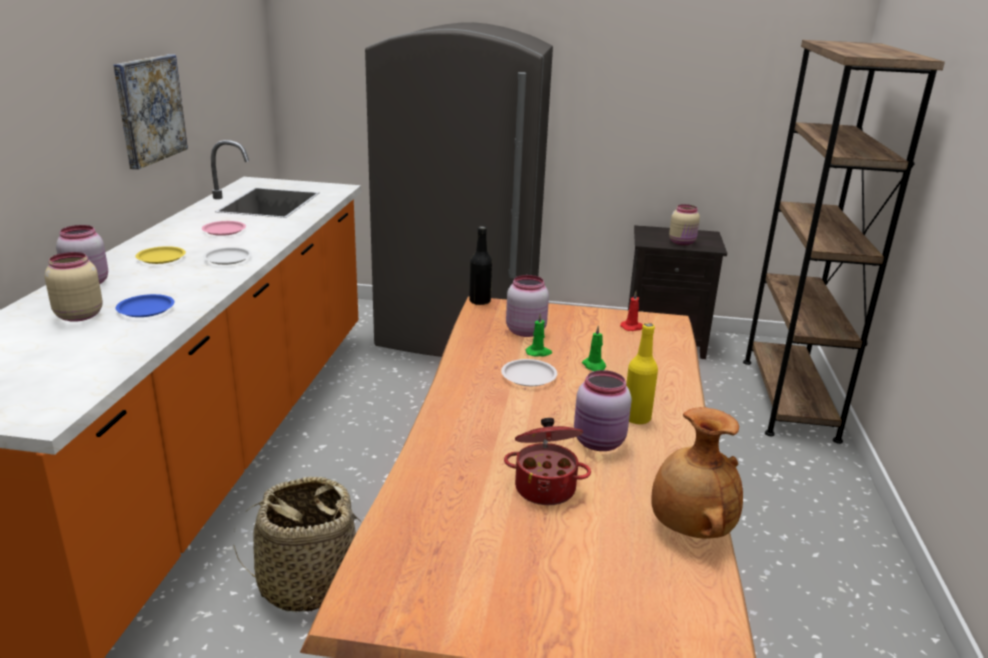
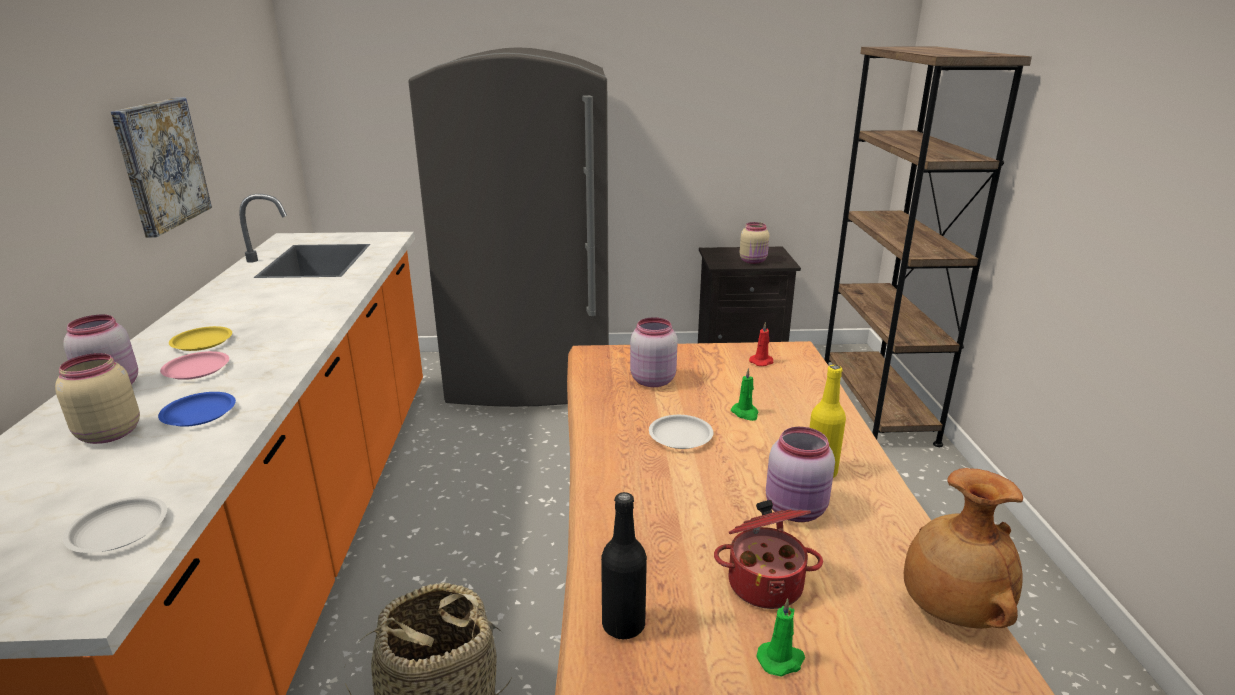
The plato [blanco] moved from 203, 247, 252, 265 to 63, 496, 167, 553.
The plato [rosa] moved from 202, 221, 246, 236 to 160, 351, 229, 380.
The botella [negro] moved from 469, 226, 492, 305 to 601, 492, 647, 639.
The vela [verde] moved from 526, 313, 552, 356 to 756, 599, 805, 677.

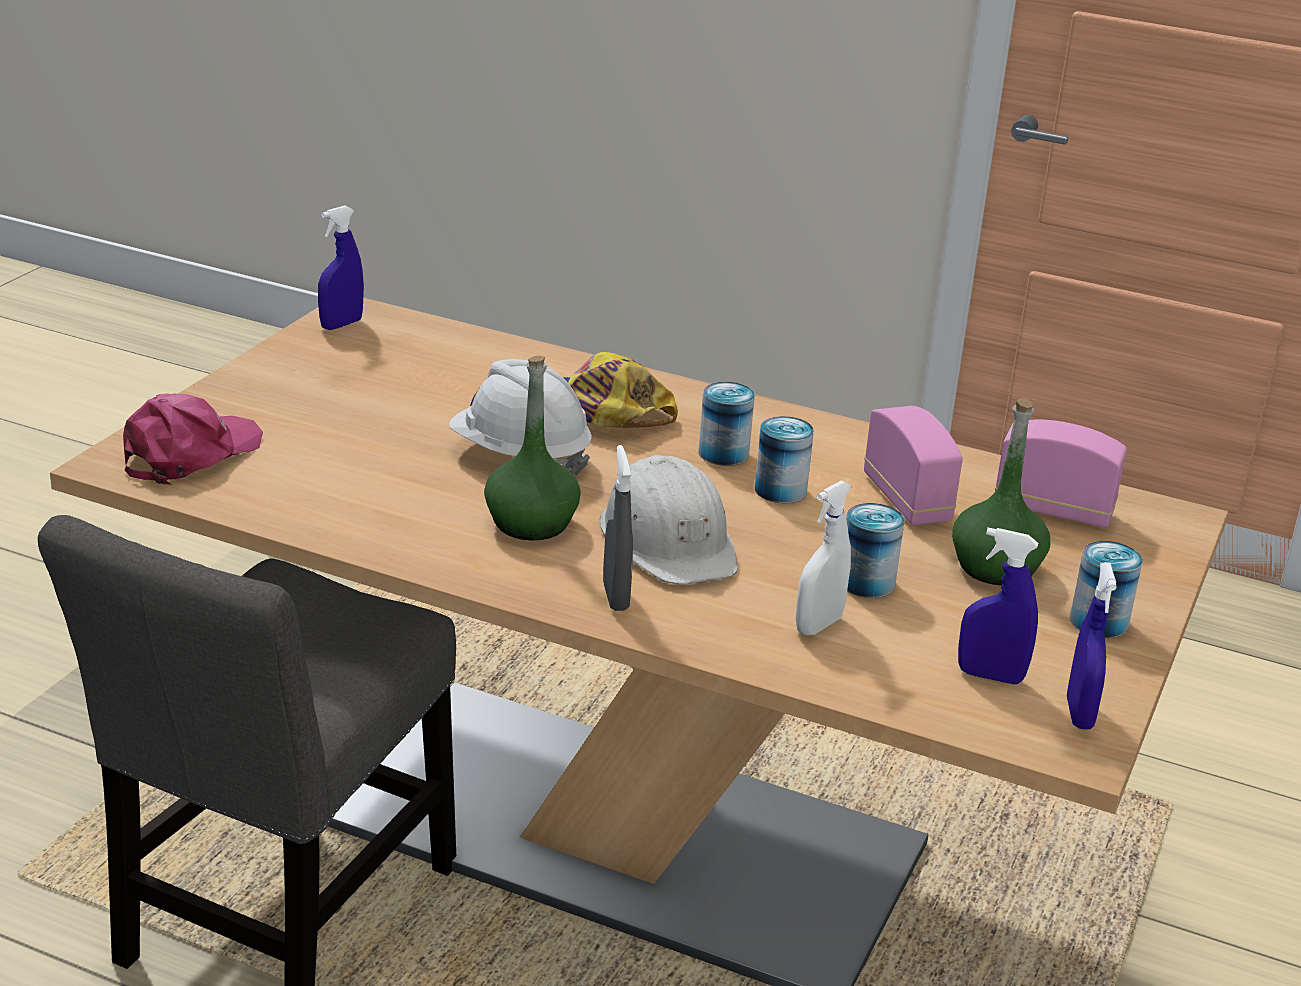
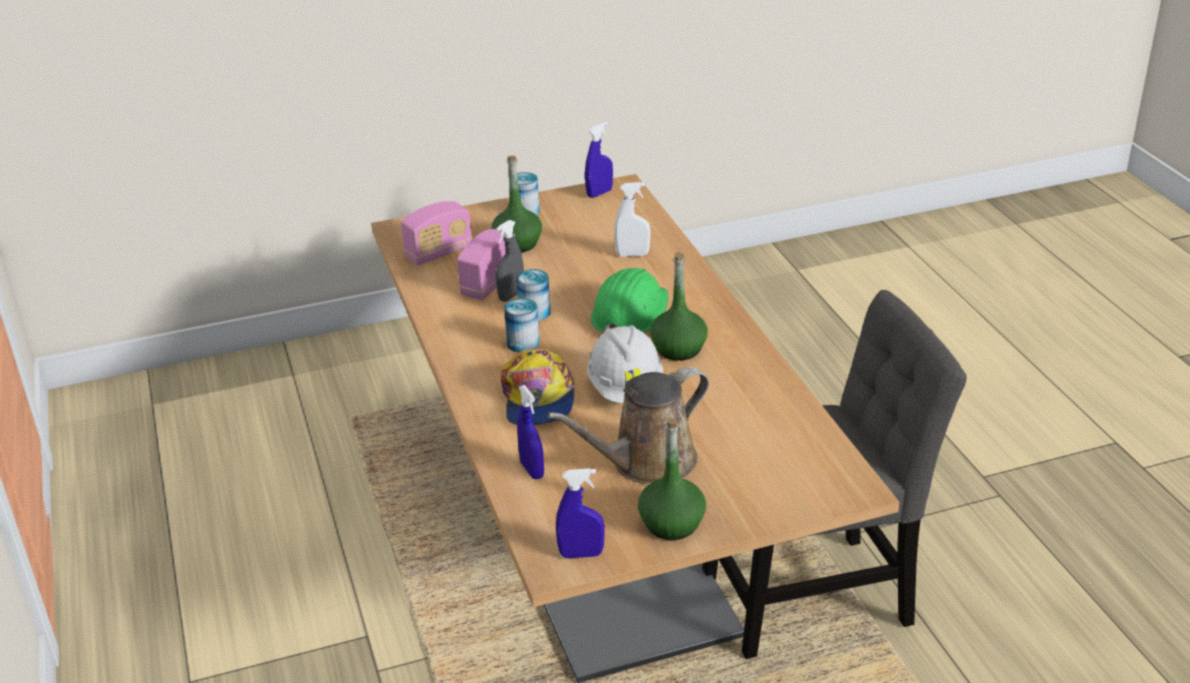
The radio at 995, 420, 1127, 528 turned 105 degrees counterclockwise.
The pulverizador [gris] moved from 603, 445, 633, 611 to 495, 220, 524, 302.
The pulverizador [azul] moved from 958, 527, 1038, 684 to 517, 385, 544, 479.
The regadera [marrón] at 547, 367, 709, 483 appeared.
The casco [blanco] at 600, 455, 738, 585 became the casco [verde] at 591, 268, 669, 333.
The botella [verde] at 638, 418, 706, 540 appeared.
The gorra [rosa] at 123, 394, 263, 485 disappeared.
The lata at 846, 503, 905, 598 disappeared.

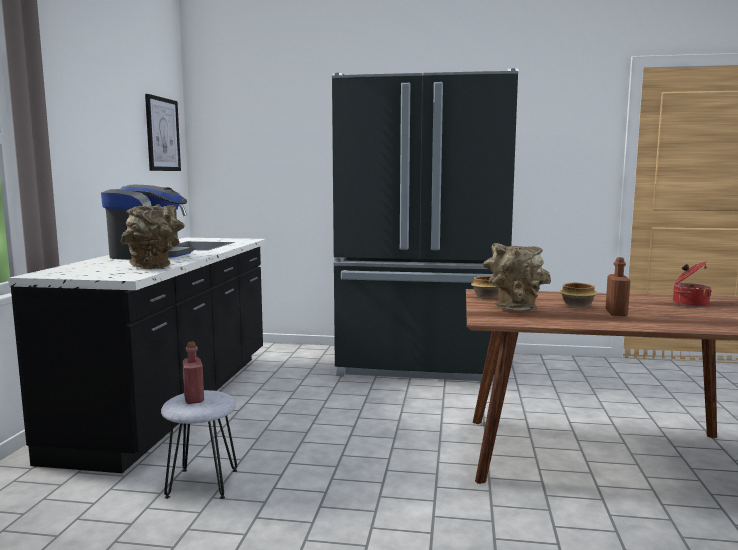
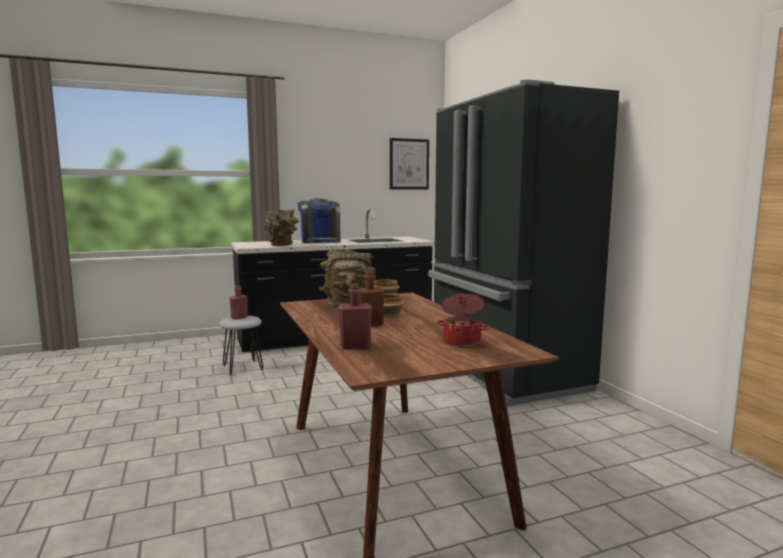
The botella [rojo] at 338, 283, 372, 349 appeared.

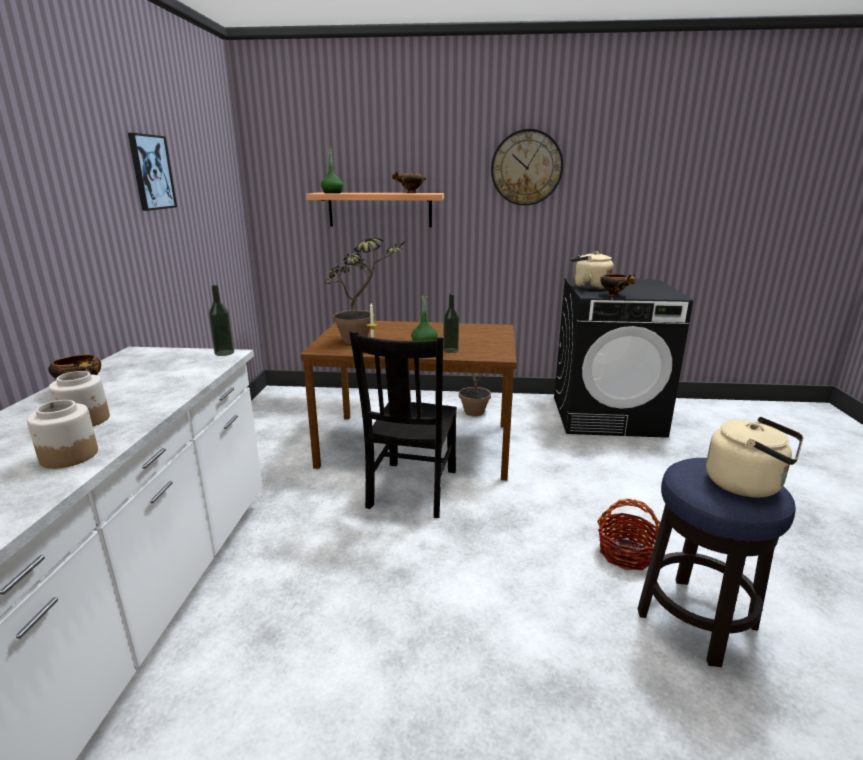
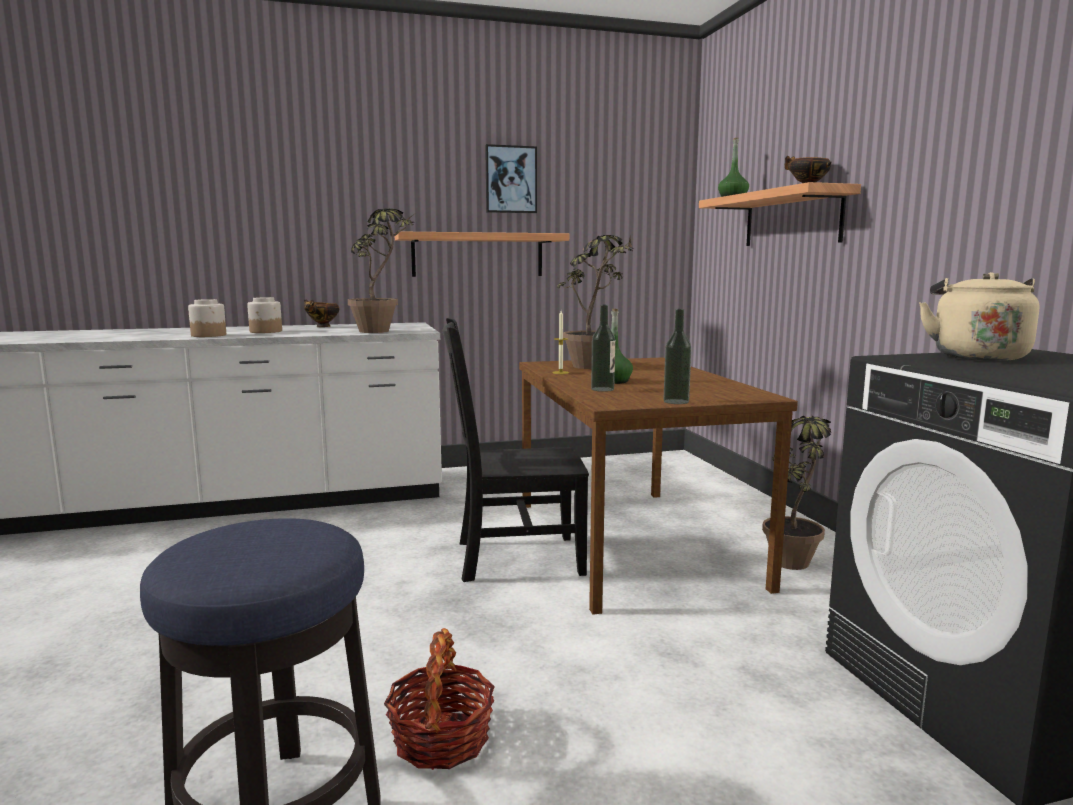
The planta en maceta at 348, 208, 415, 333 appeared.
The estante at 395, 231, 569, 277 appeared.
The botella moved from 209, 285, 234, 356 to 663, 309, 691, 404.
The reloj de pared at 491, 129, 563, 206 disappeared.
The cuenco at 601, 274, 635, 297 disappeared.
The hervidor [beis] at 706, 417, 803, 498 disappeared.

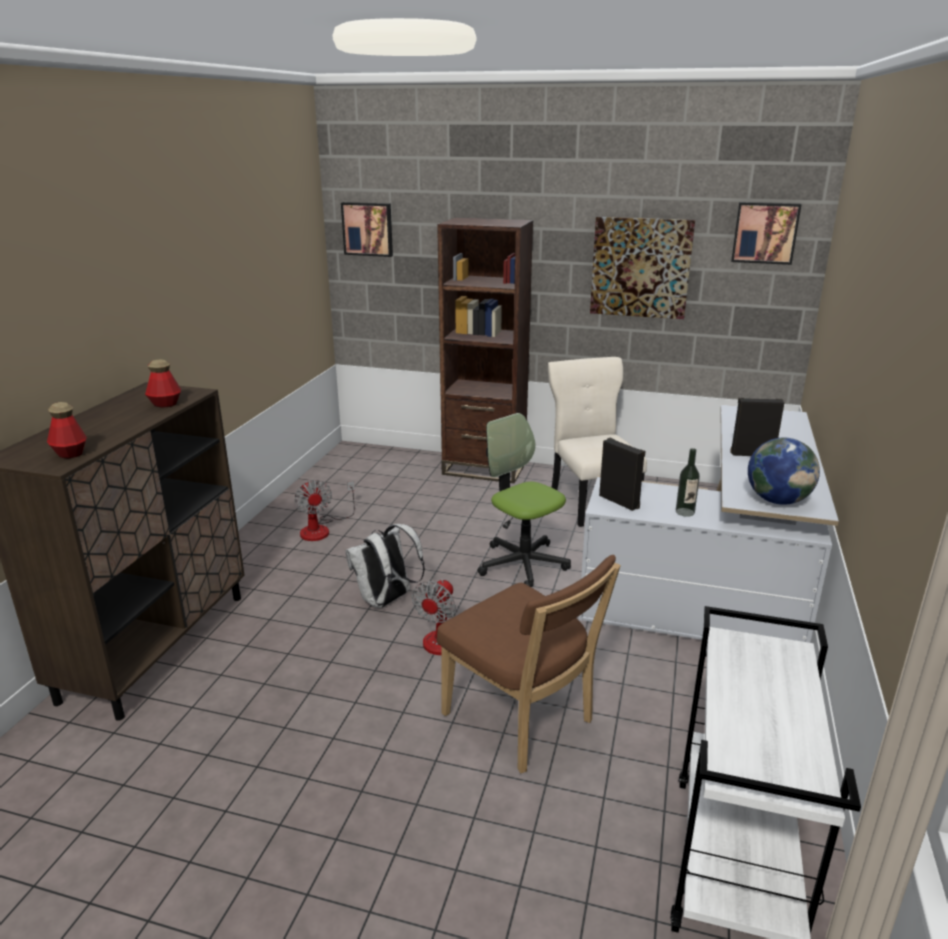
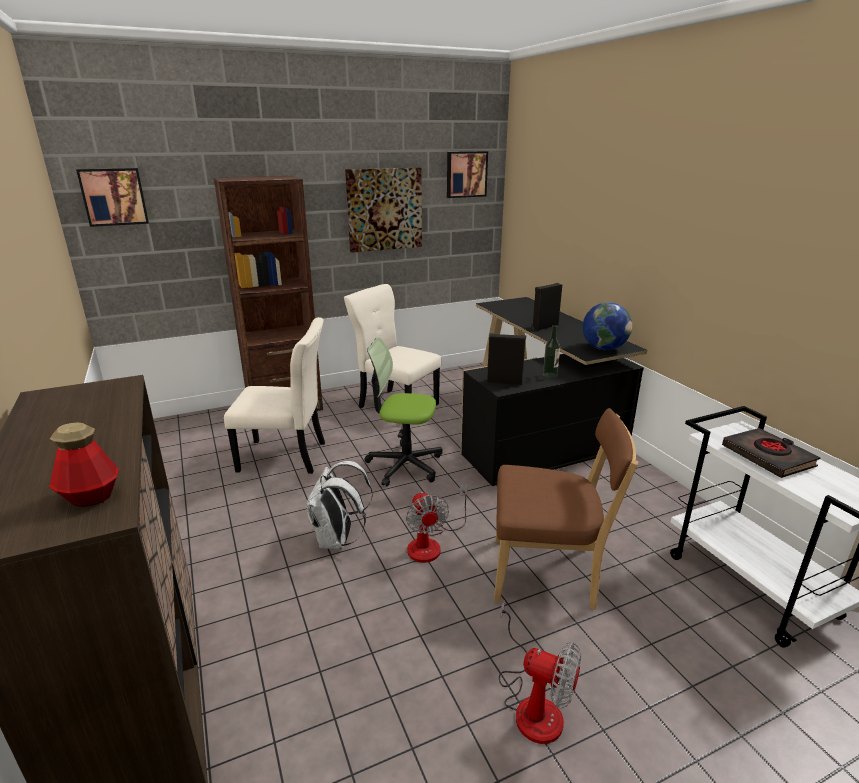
The silla [beis] at 224, 317, 325, 474 appeared.
The escritorio [blanco] at 578, 405, 839, 643 became the escritorio [negro] at 461, 297, 647, 486.
The ventilador moved from 295, 480, 355, 541 to 499, 600, 581, 744.
The libro [negro] at 722, 428, 821, 478 appeared.
The botella at 145, 360, 181, 407 disappeared.

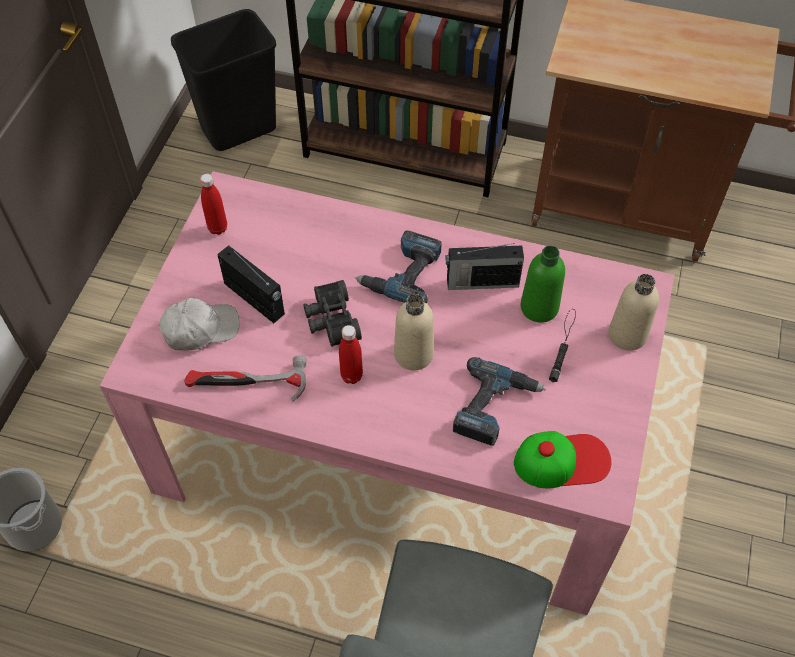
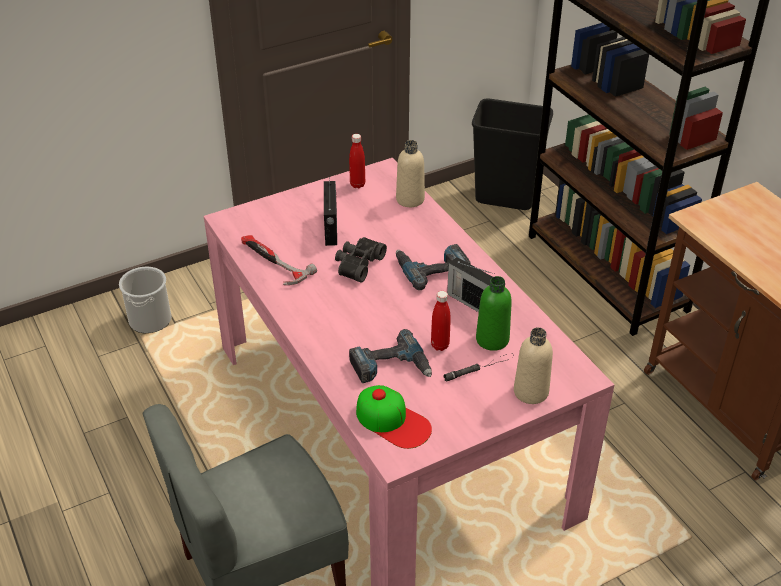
The botella [beis] moved from 394, 294, 434, 370 to 396, 140, 425, 207.
The botella [rojo] moved from 339, 325, 363, 384 to 431, 291, 451, 351.
The gorra [blanco] at 159, 297, 240, 351 disappeared.

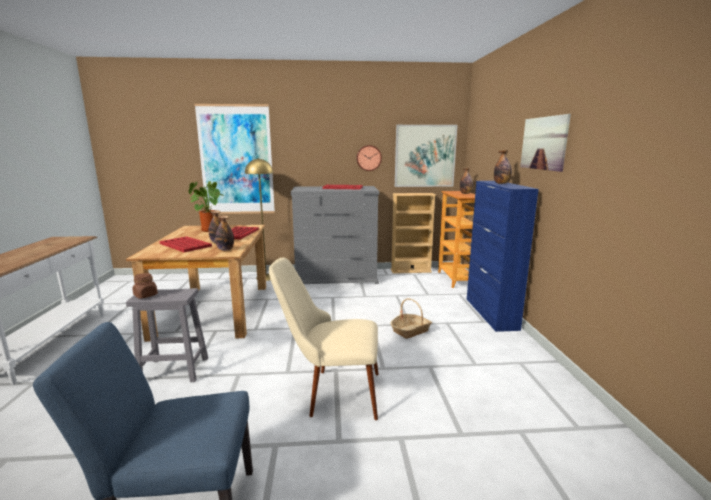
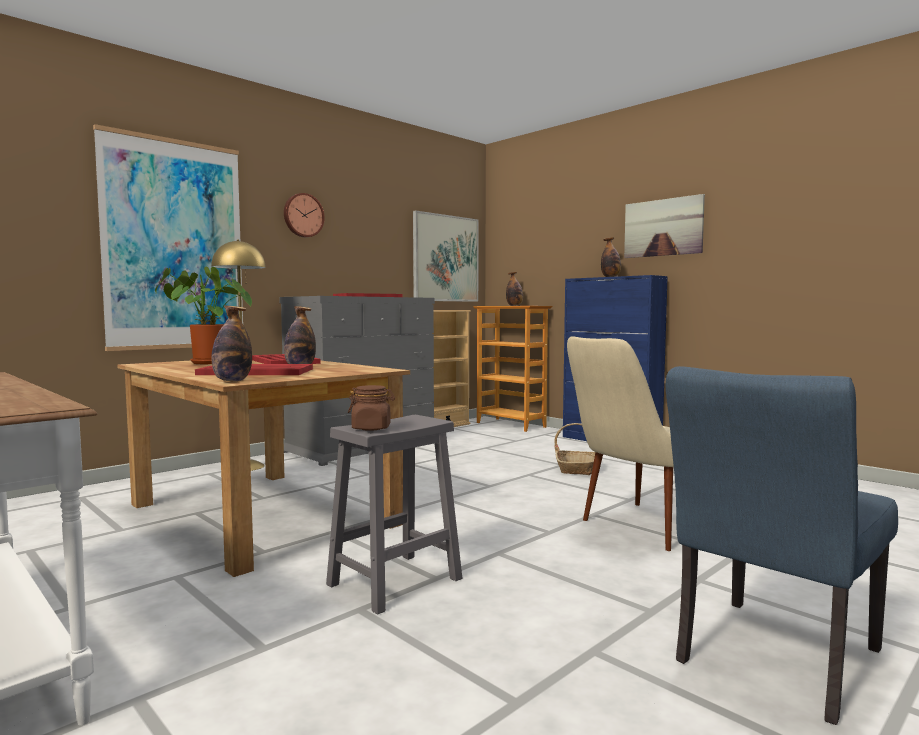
The botella moved from 215, 215, 234, 251 to 211, 305, 252, 381.
The reloj de pared moved from 357, 145, 382, 171 to 284, 193, 325, 237.

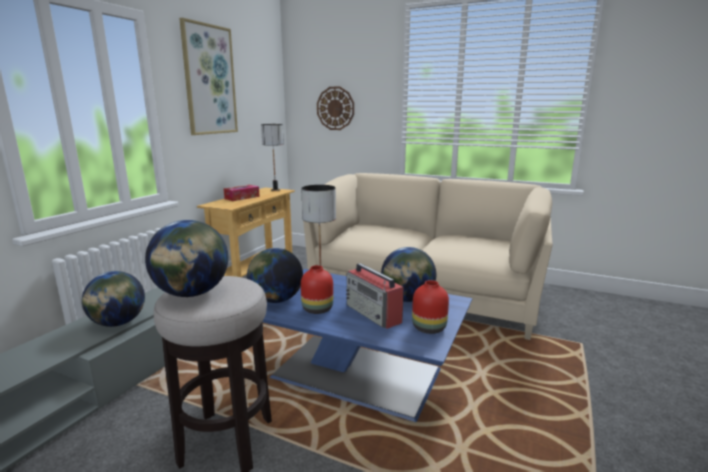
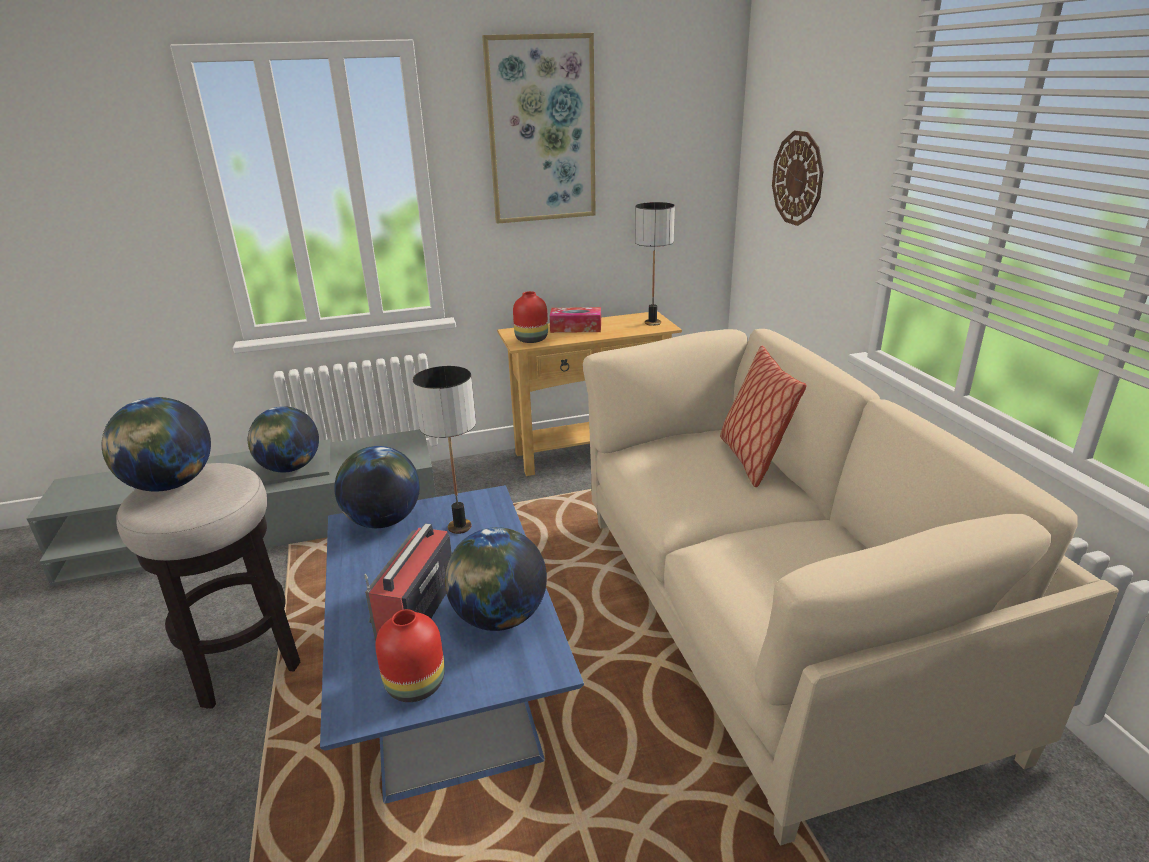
The florero [rojo] moved from 301, 265, 333, 314 to 513, 291, 548, 343.
The cojín at 720, 346, 806, 487 appeared.

